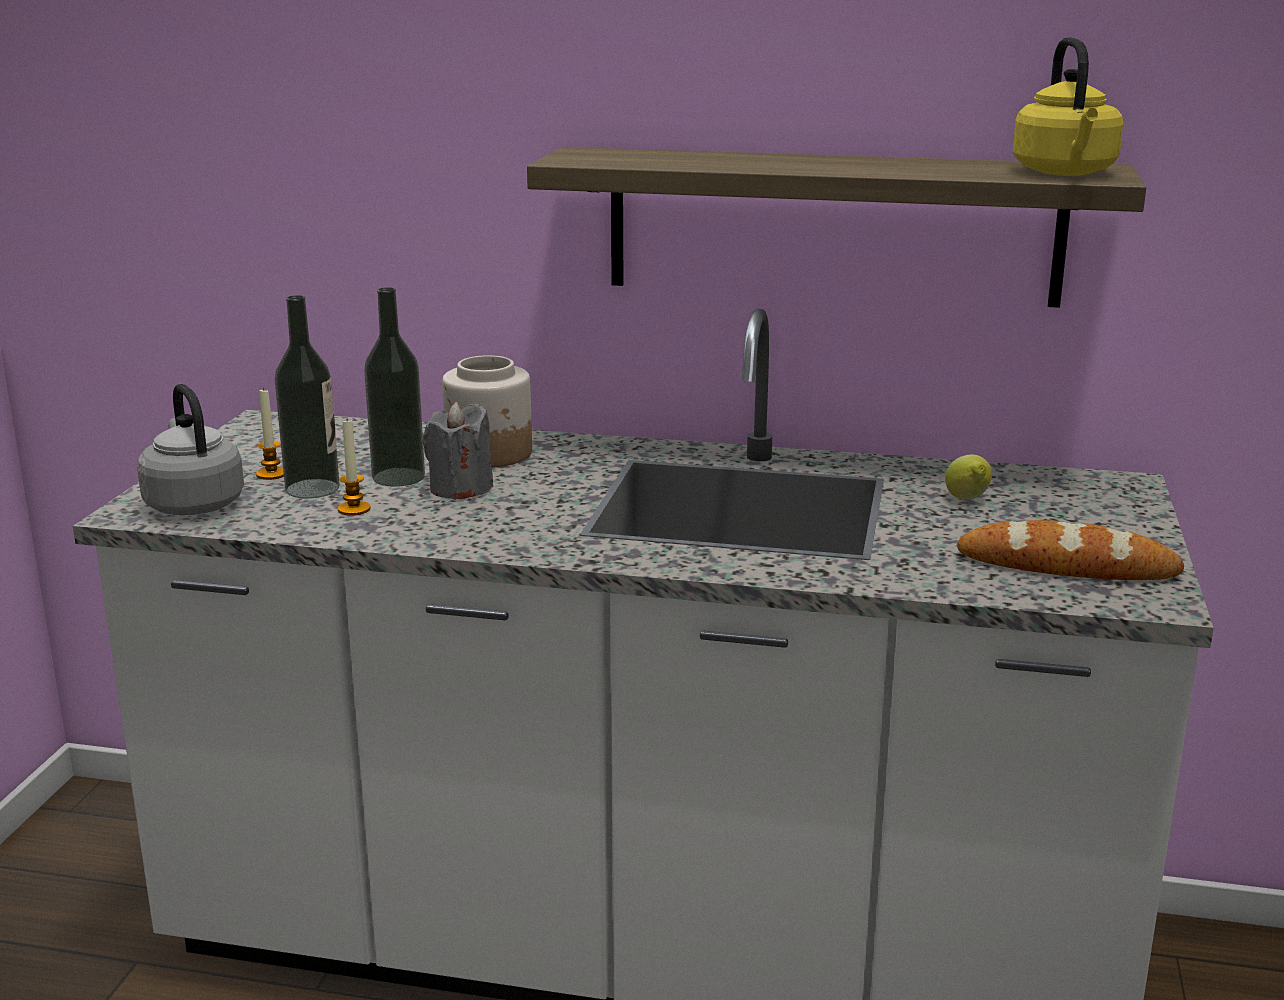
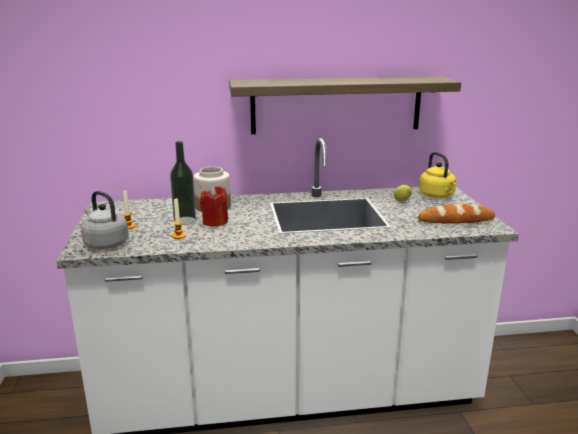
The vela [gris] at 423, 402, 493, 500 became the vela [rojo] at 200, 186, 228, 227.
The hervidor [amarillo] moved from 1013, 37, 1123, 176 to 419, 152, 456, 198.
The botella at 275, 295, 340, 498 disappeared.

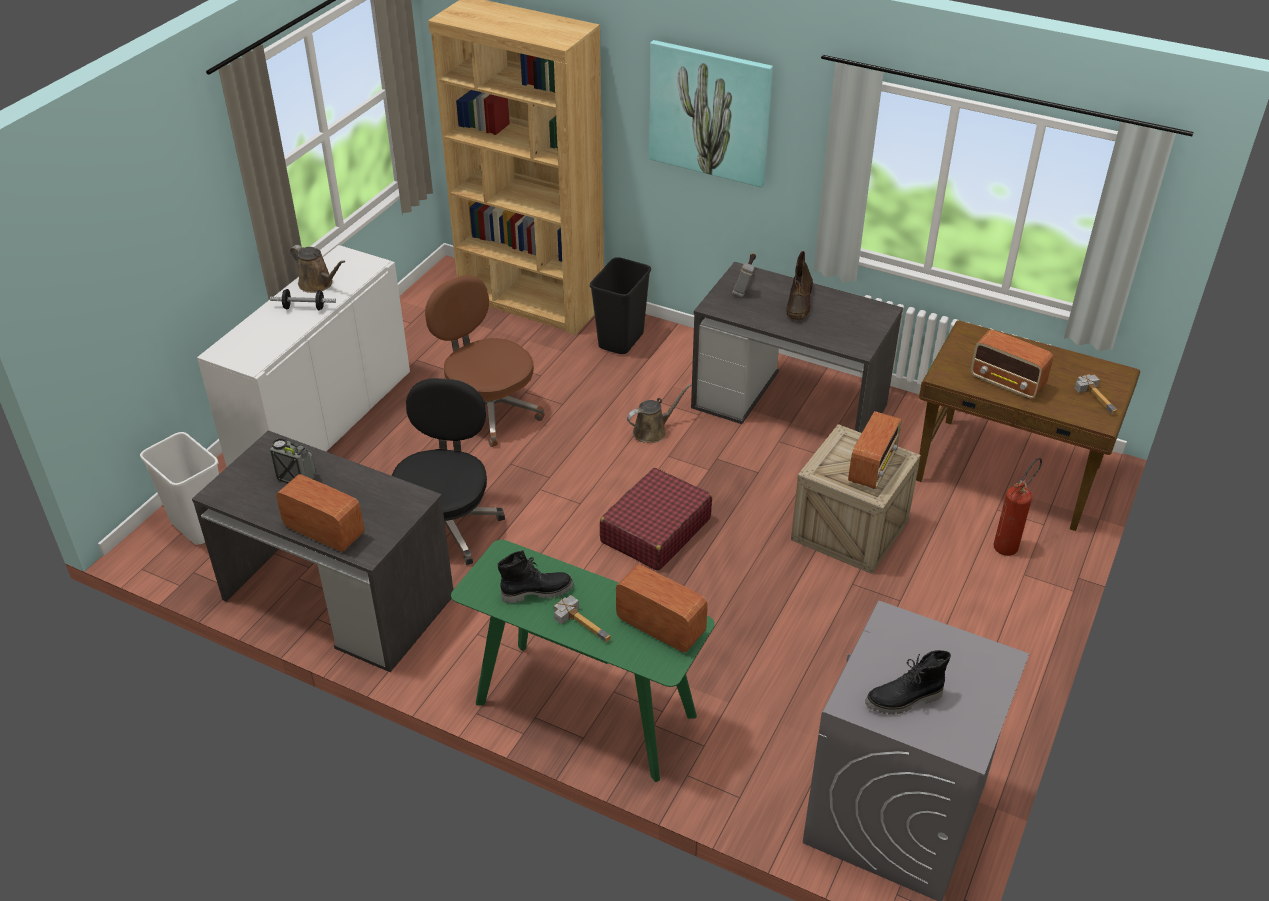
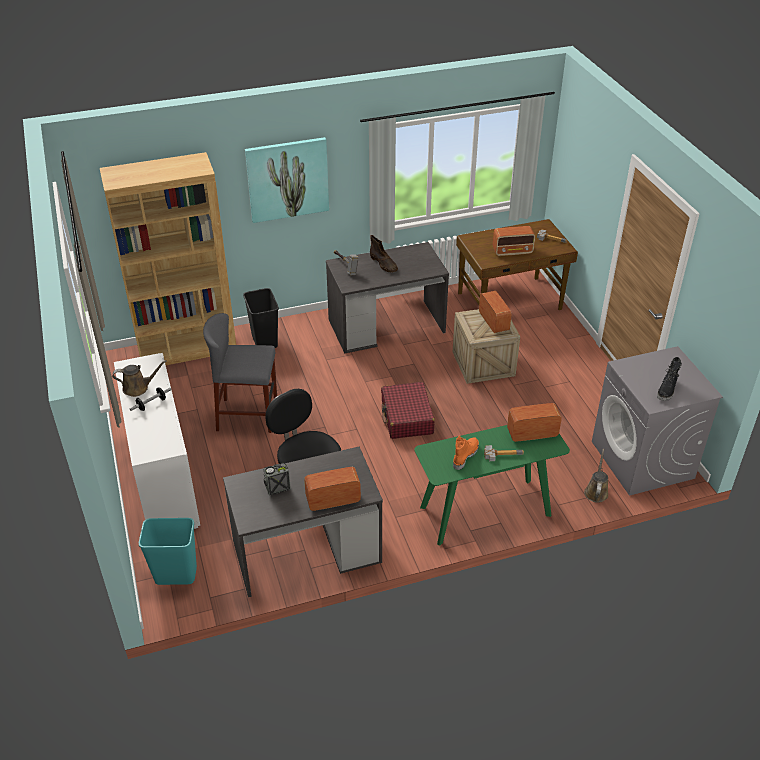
The papelera [blanco] at 140, 432, 219, 545 became the papelera [turquesa] at 139, 518, 197, 585.
The silla de oficina [marrón] at 425, 275, 545, 447 was replaced by the taburete [gris] at 203, 313, 277, 433.
The bota [negro] at 497, 550, 574, 604 became the bota [naranja] at 453, 435, 479, 470.
The regadera [marrón] moved from 627, 384, 691, 443 to 584, 449, 608, 503.
The extintor at 994, 457, 1042, 556 disappeared.

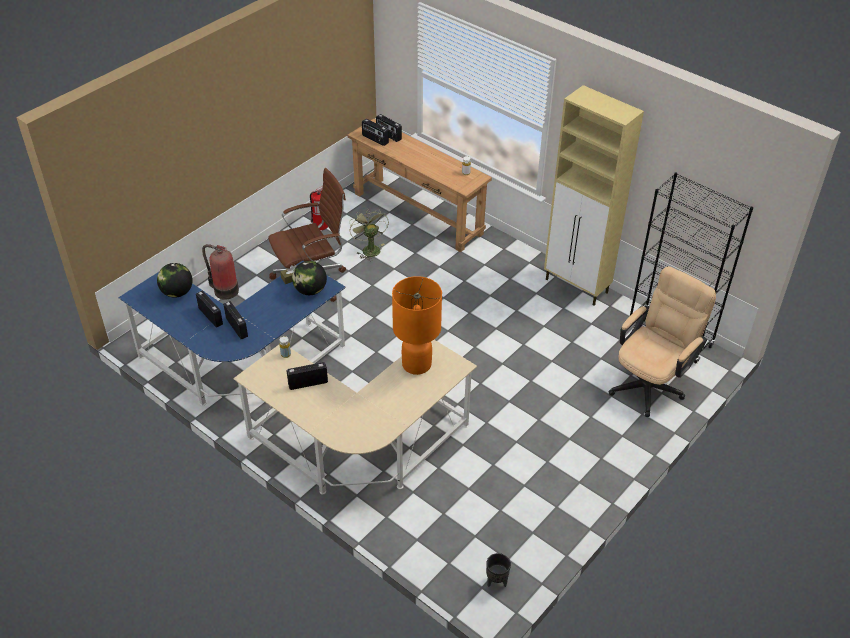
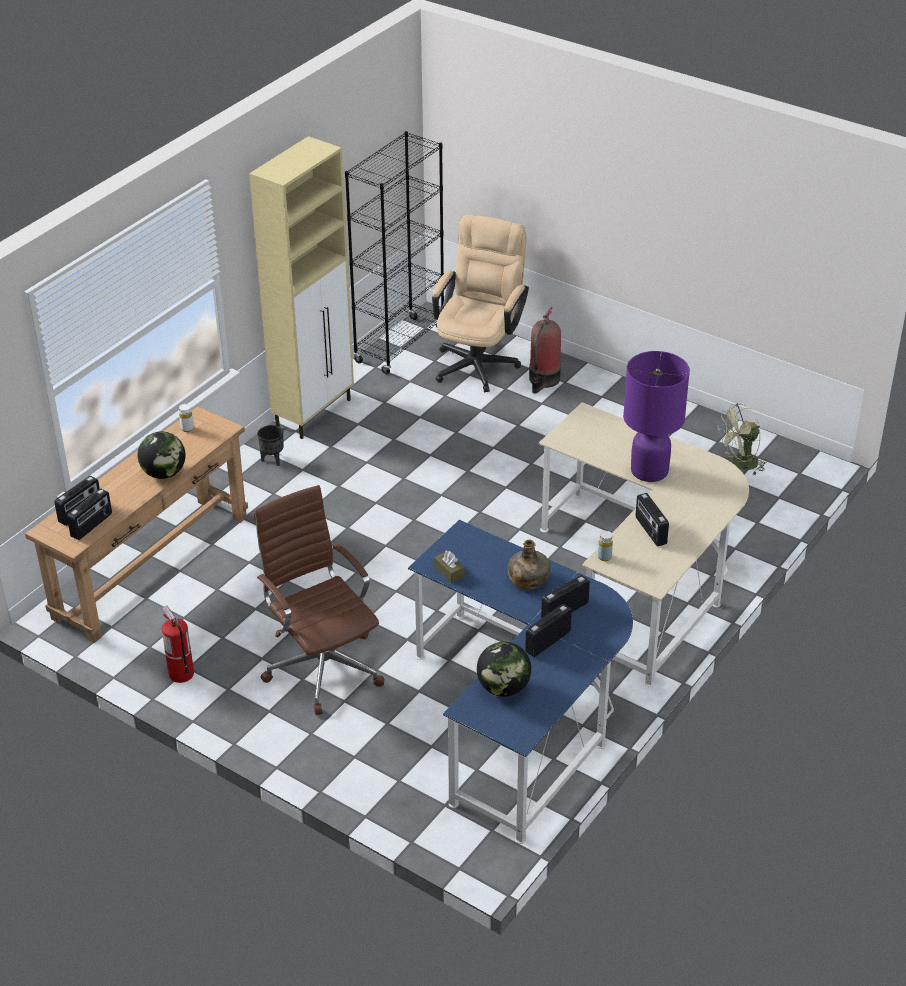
The globo terráqueo moved from 292, 261, 327, 295 to 138, 432, 185, 479.
The maceta [negro] moved from 486, 553, 511, 587 to 257, 425, 284, 466.
The silla de oficina [beis] at 608, 266, 716, 417 turned 75 degrees clockwise.
The botella [verde] at 507, 539, 551, 590 appeared.
The extintor moved from 202, 244, 239, 300 to 529, 306, 561, 394.
The lámpara de mesa [morado] at 623, 351, 690, 482 appeared.
The ventilador [verde] moved from 349, 208, 389, 261 to 717, 403, 767, 475.
The lámpara de mesa [naranja] at 392, 276, 442, 375 disappeared.

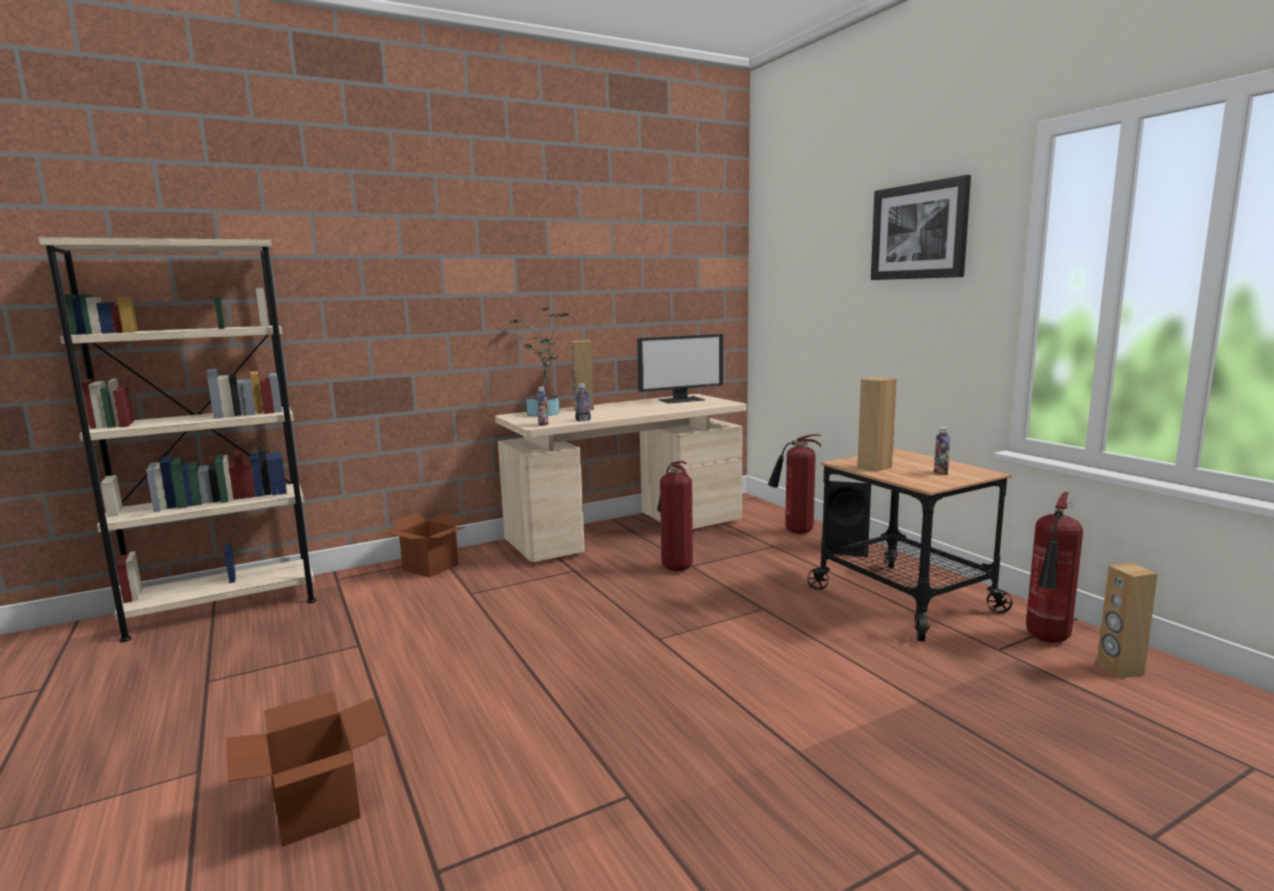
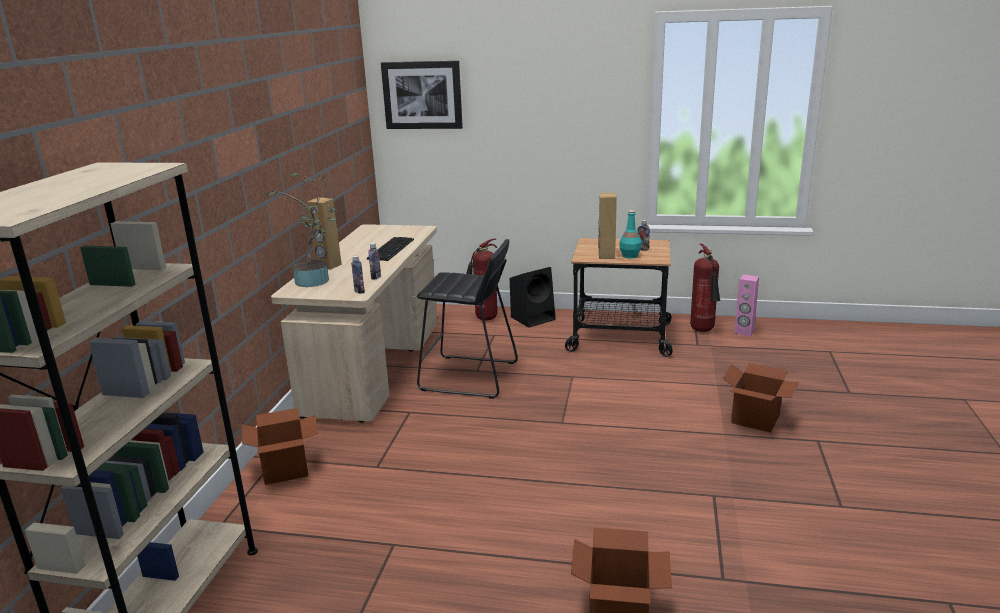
The teclado at 367, 237, 414, 261 appeared.
The cuadro moved from 871, 175, 971, 280 to 381, 61, 463, 129.
The extintor at 657, 461, 693, 571 was replaced by the taburete [negro] at 417, 239, 518, 399.
The botella [turquesa] at 619, 210, 642, 258 appeared.
The caja de cartón at 722, 363, 799, 433 appeared.
The altavoz [marrón] at 1097, 563, 1157, 678 became the altavoz [rosa] at 734, 274, 759, 336.
The monitor at 637, 334, 723, 404 disappeared.

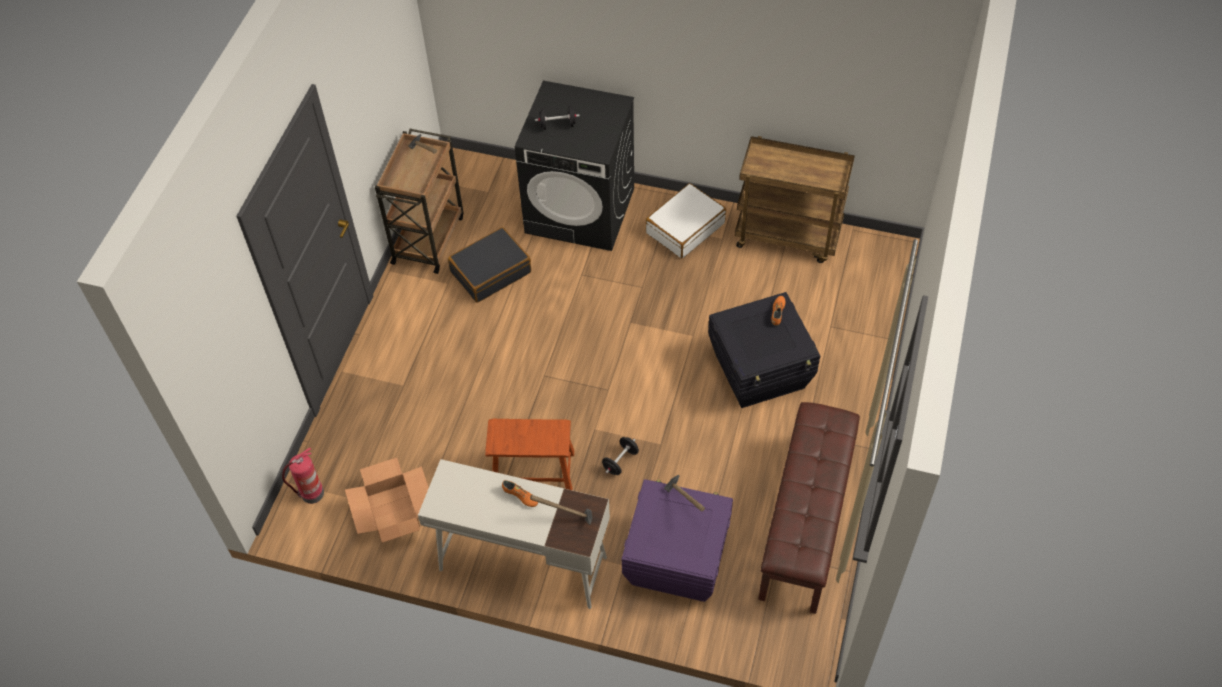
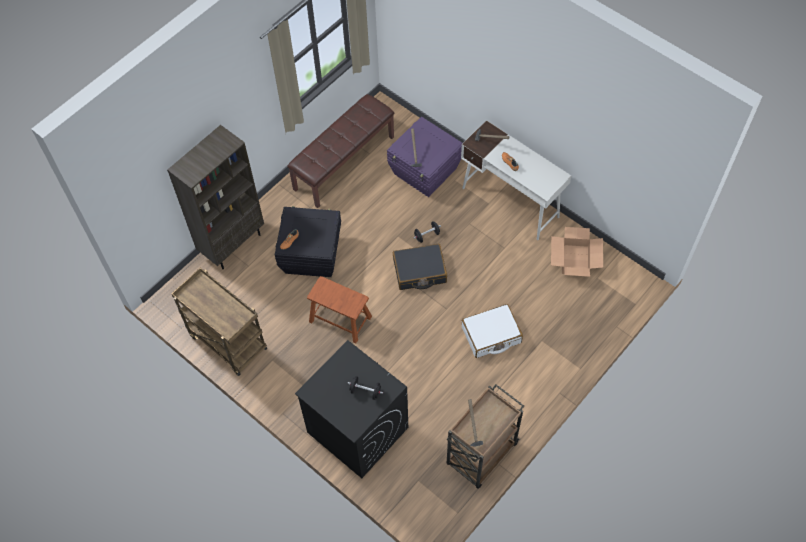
The estantería [marrón] at 167, 125, 264, 269 appeared.
The taburete [marrón] moved from 485, 419, 574, 490 to 307, 276, 372, 344.
The maleta [negro] moved from 448, 227, 531, 303 to 393, 244, 447, 290.
The maleta [blanco] moved from 646, 183, 726, 258 to 462, 304, 523, 358.
The extintor at 282, 448, 324, 504 disappeared.

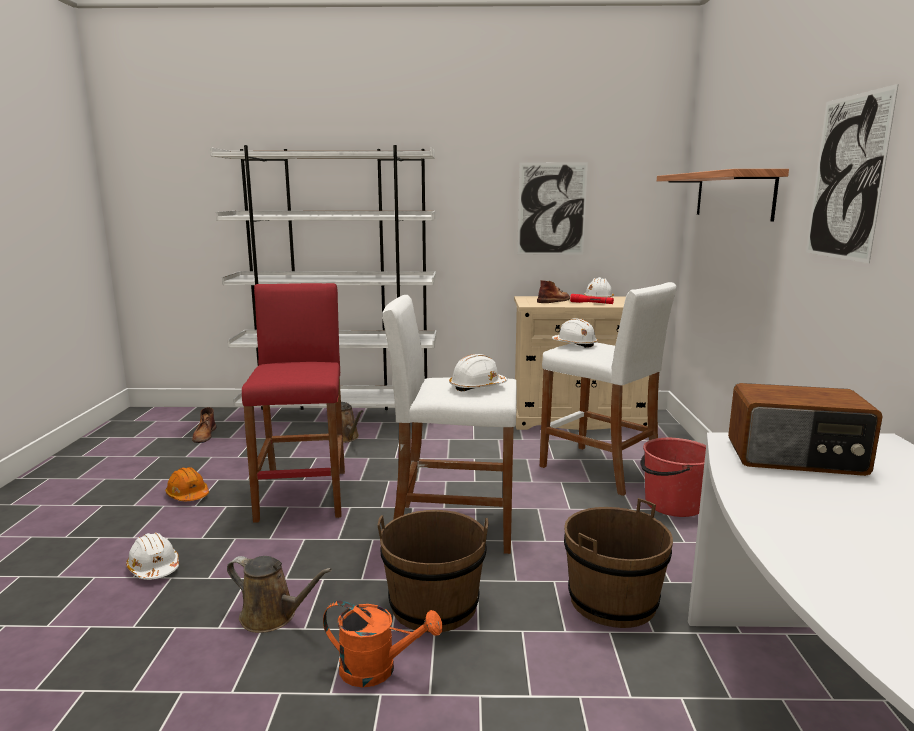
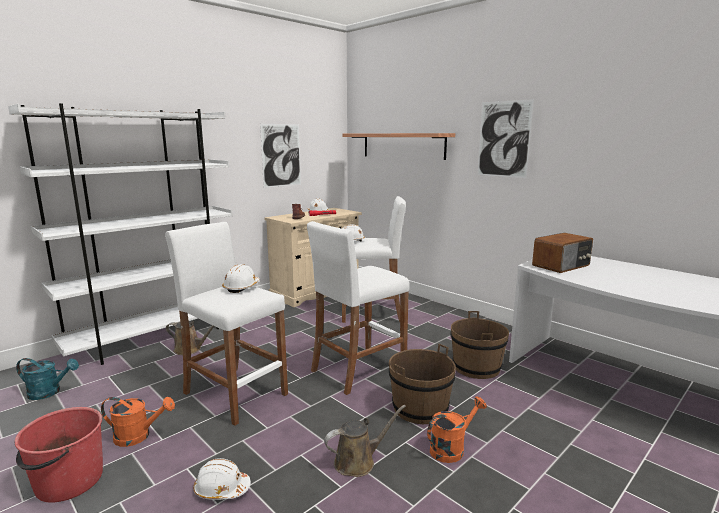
The cubo [rojo] moved from 640, 438, 706, 517 to 15, 407, 103, 503.
The bota [marrón] at 192, 407, 216, 443 was replaced by the regadera [turquesa] at 16, 358, 79, 400.
The casco [naranja] at 165, 467, 209, 501 was replaced by the regadera [naranja] at 101, 397, 175, 447.
The taburete [rojo] at 242, 283, 345, 523 became the taburete [blanco] at 165, 222, 288, 426.
The casco [blanco] moved from 449, 354, 507, 391 to 222, 264, 260, 293.

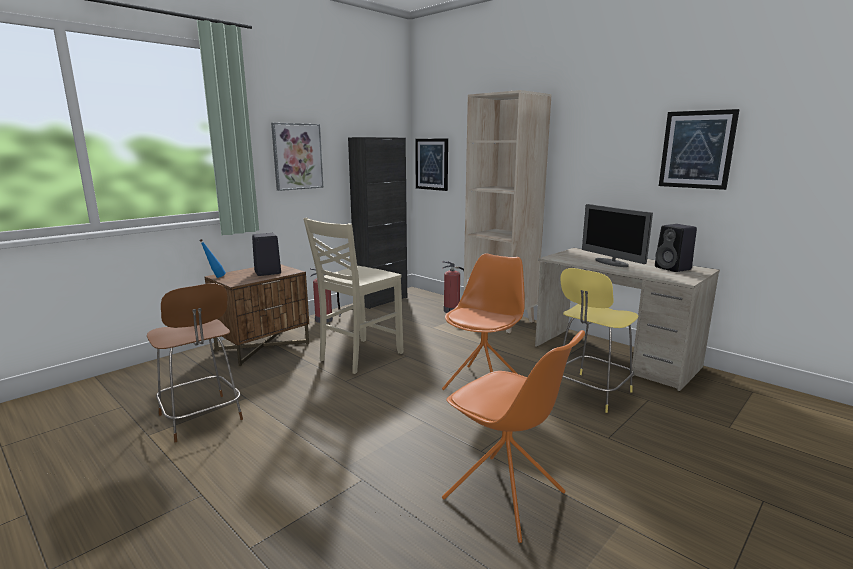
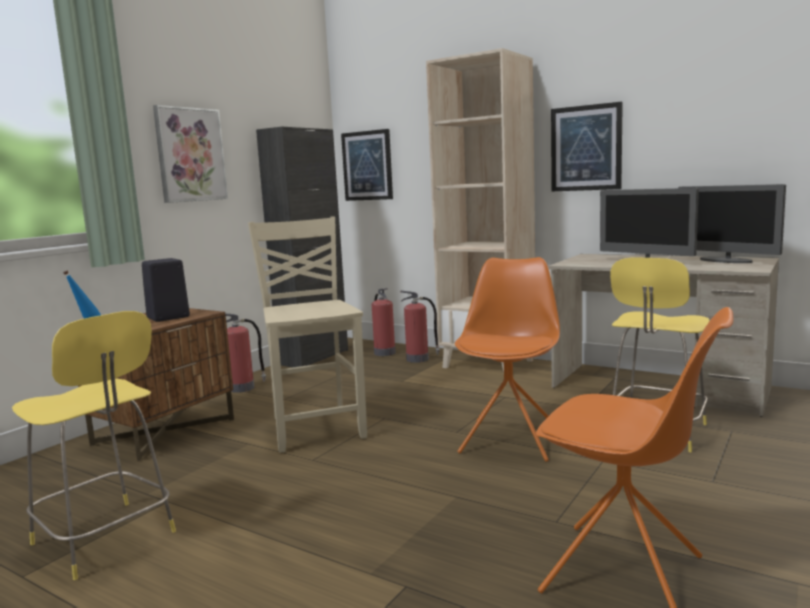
The taburete [marrón] at 147, 283, 243, 442 became the taburete [amarillo] at 12, 311, 176, 580.
The silla [beis] at 303, 218, 403, 374 turned 135 degrees clockwise.
The extintor at 372, 288, 396, 356 appeared.
The cuadro moved from 659, 109, 740, 190 to 551, 102, 623, 191.
The altavoz [negro] at 655, 224, 697, 272 was replaced by the monitor at 679, 184, 786, 263.

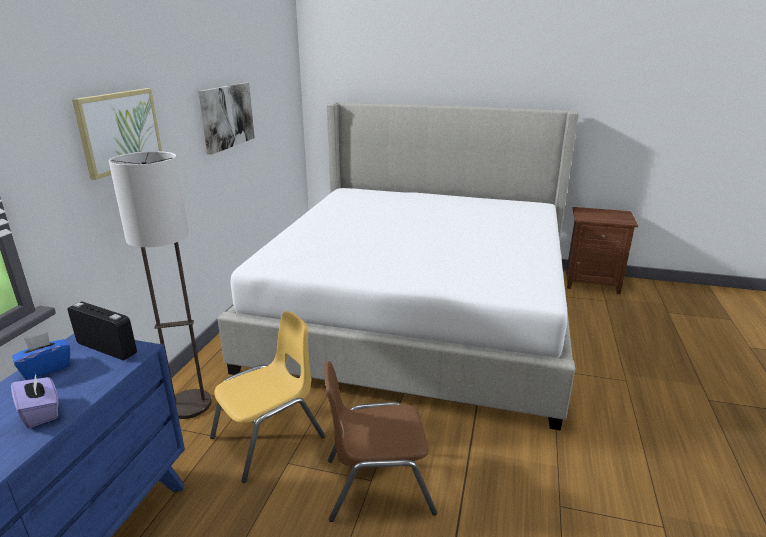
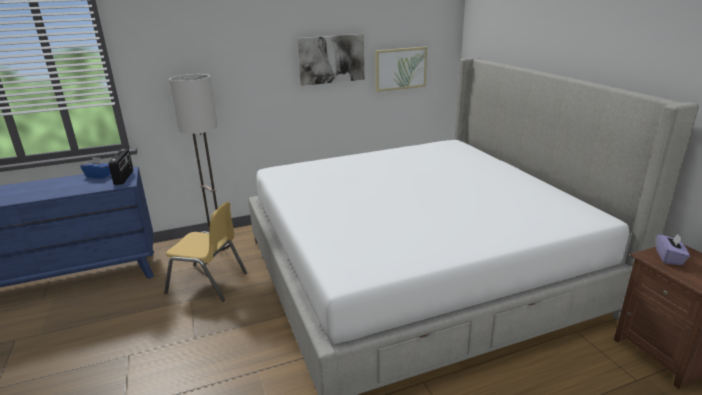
The cuadro moved from 72, 88, 162, 180 to 375, 47, 427, 92.
The caja de pañuelos [morado] moved from 11, 373, 59, 428 to 656, 233, 690, 265.
The silla [marrón] at 325, 361, 437, 522 disappeared.

